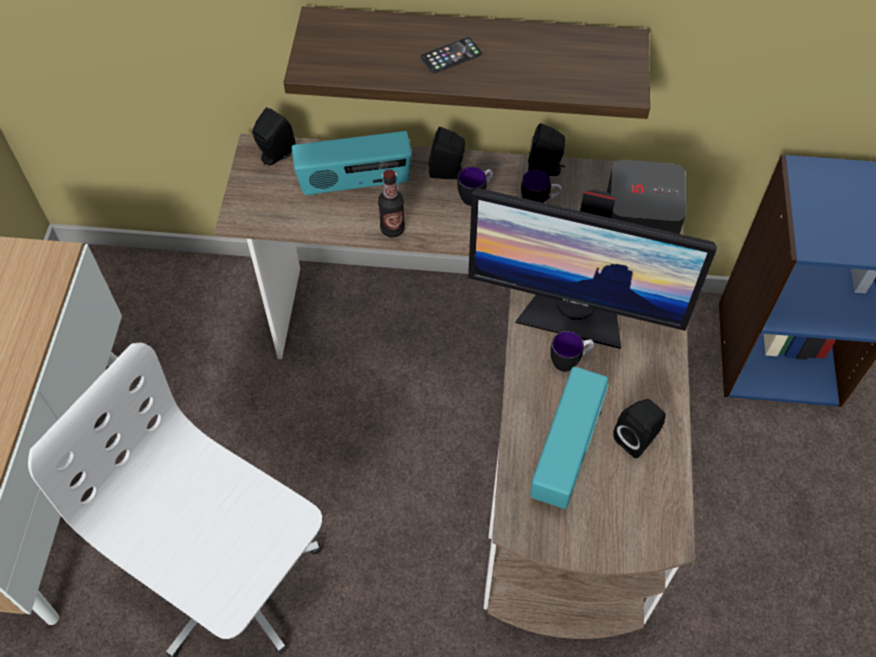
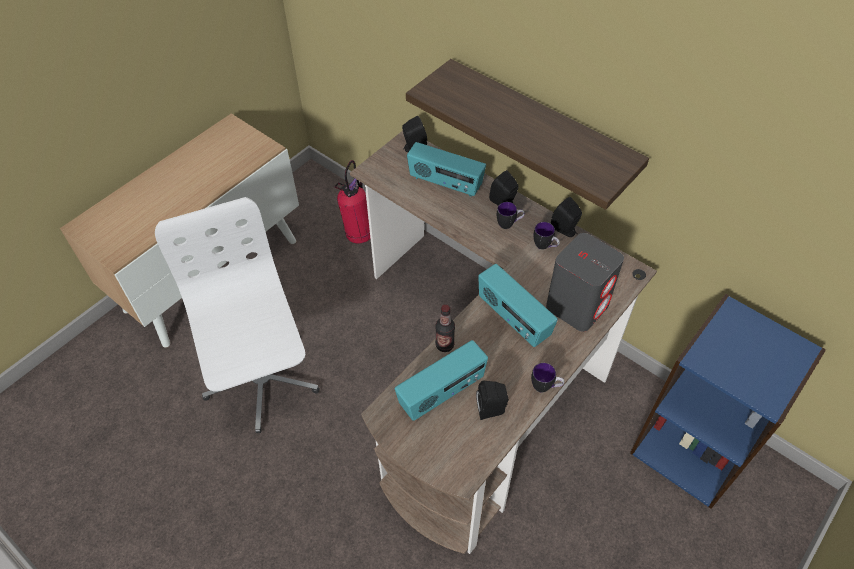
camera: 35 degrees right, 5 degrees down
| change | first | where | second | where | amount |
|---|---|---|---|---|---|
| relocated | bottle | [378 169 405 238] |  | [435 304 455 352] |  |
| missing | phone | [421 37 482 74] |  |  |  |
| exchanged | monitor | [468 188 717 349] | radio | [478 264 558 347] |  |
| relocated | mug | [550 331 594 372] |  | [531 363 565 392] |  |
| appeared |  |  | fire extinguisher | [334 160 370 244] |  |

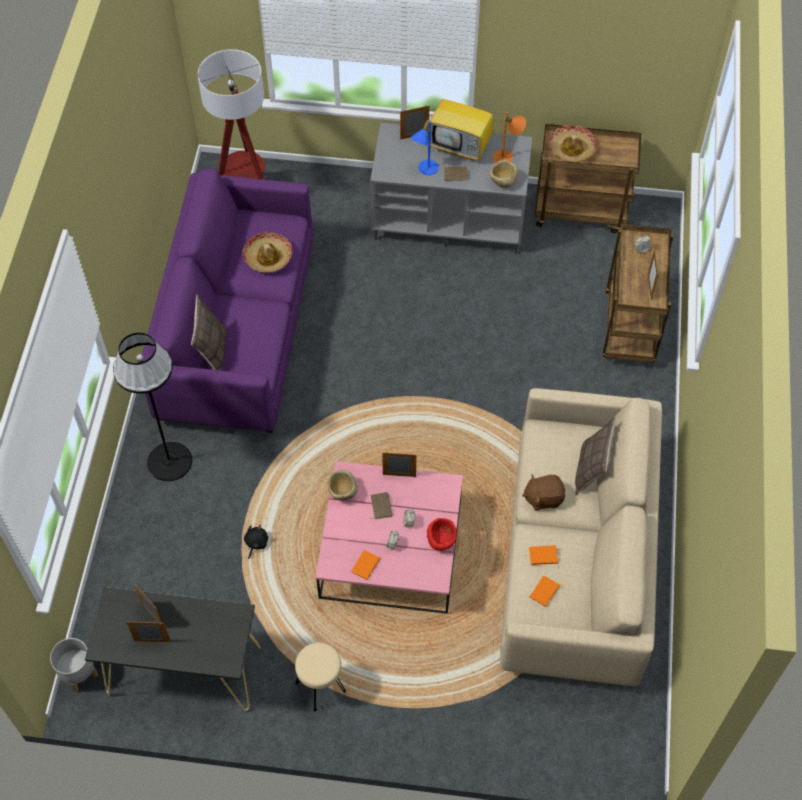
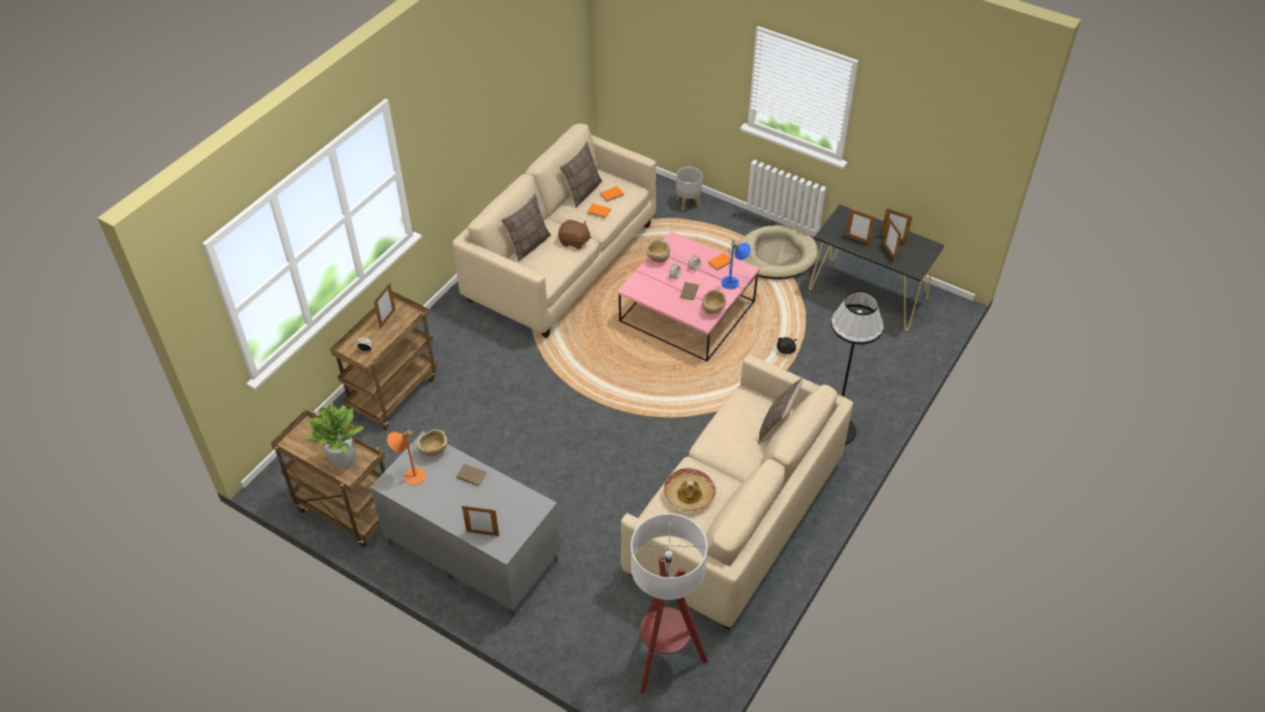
camera: 155 degrees left, 10 degrees down
| change | first | where | second | where | amount |
|---|---|---|---|---|---|
| relocated | planter/grey | [50 638 98 692] |  | [676 167 703 210] |  |
| colour | sofa/purple | [142 168 313 433] | sofa/beige | [621 355 853 630] |  |
| exchanged | stool/beige | [295 643 346 711] | dog bed/beige | [738 225 818 279] |  |
| relocated | picture frame | [382 453 416 477] |  | [845 209 876 244] |  |
| relocated | table lamp/blue | [410 120 439 175] |  | [721 240 751 289] |  |
| colour | bowl/red | [427 518 457 551] | bowl/beige | [647 239 670 262] |  |
| missing | television | [428 83 493 161] |  |  |  |
| exchanged | hat | [548 125 597 162] | potted plant | [306 403 364 469] |  |
| appeared |  |  | pillow | [560 141 602 208] |  |

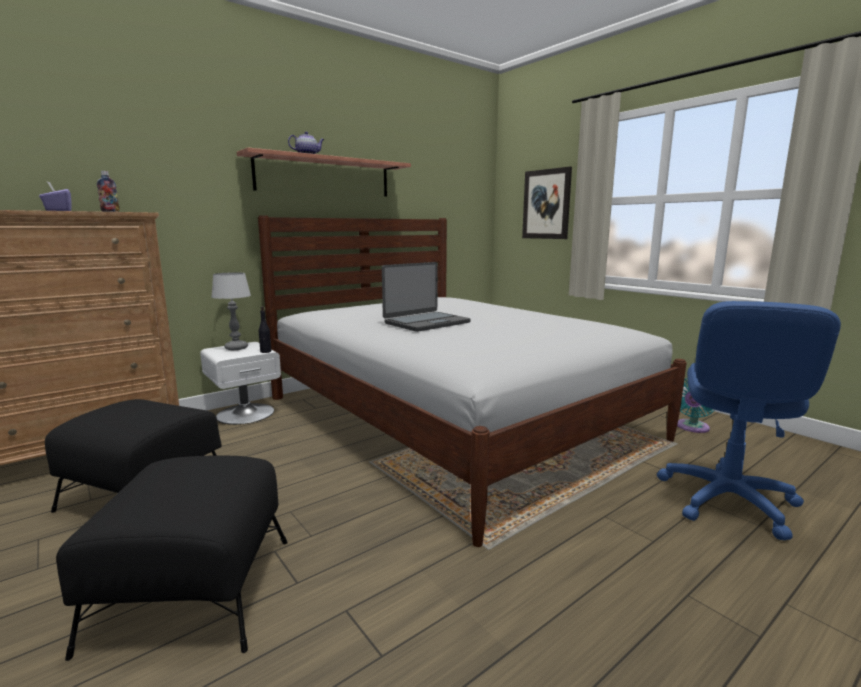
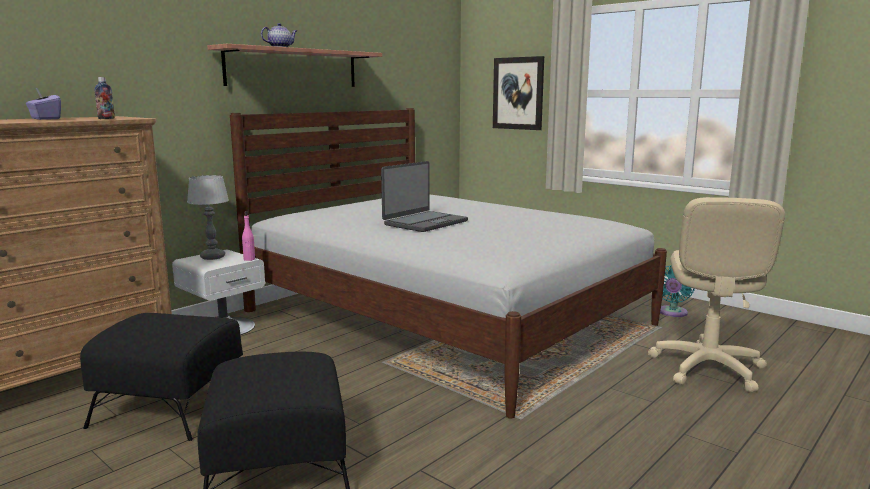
camera: 10 degrees left, 0 degrees up
| change | first | where | second | where | amount |
|---|---|---|---|---|---|
| colour | bottle/black | [259 306 271 353] | bottle/pink | [242 211 255 261] |  |
| colour | office chair/blue | [657 301 841 540] | office chair/beige | [648 197 785 392] |  |

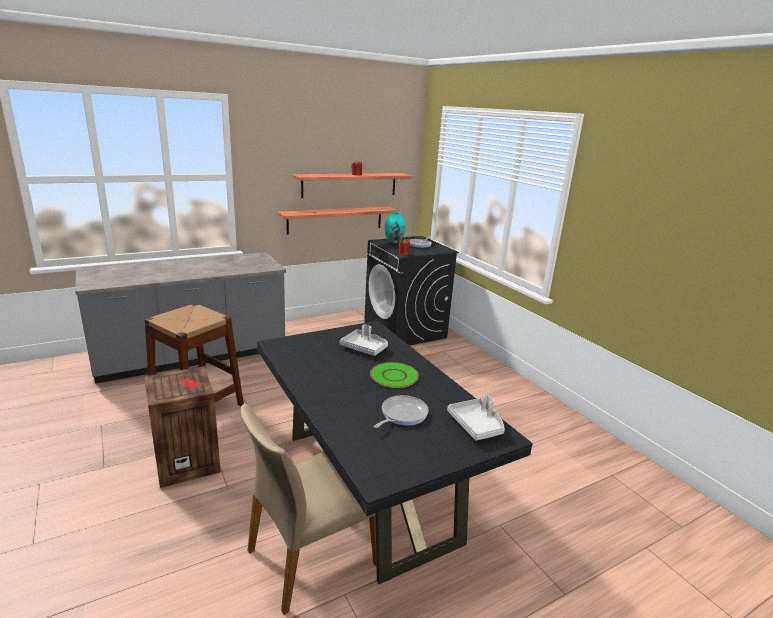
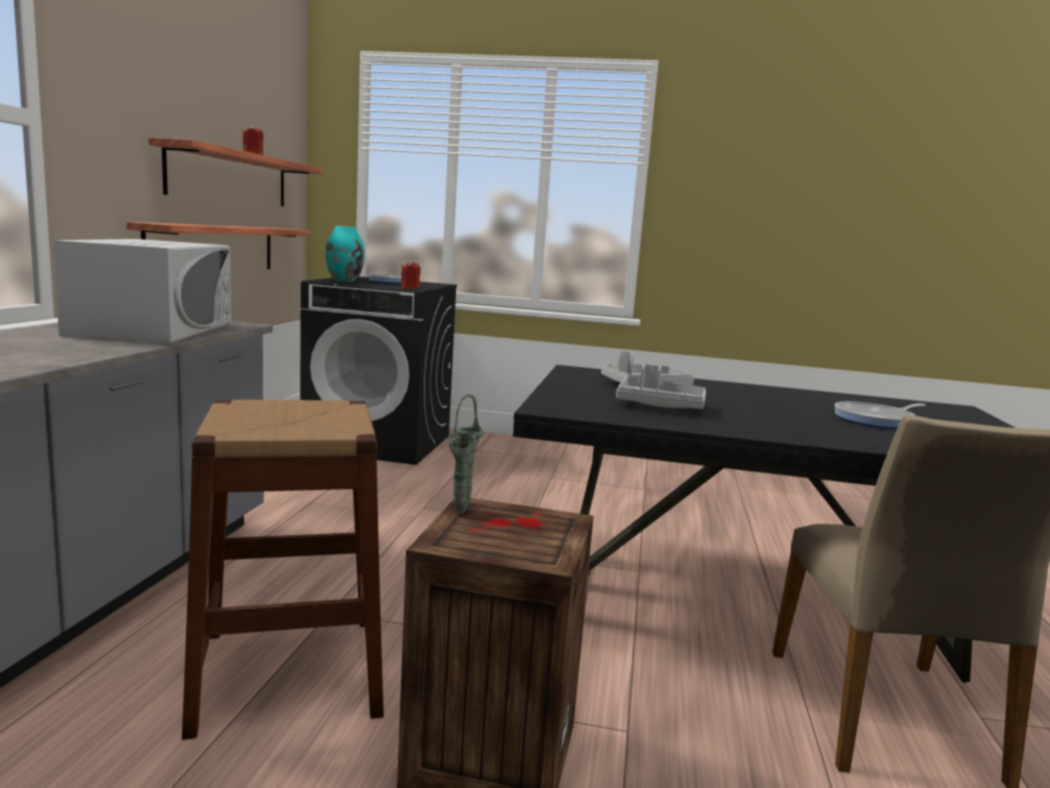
camera: 50 degrees left, 10 degrees down
| change | first | where | second | where | amount |
|---|---|---|---|---|---|
| missing | plate/green | [370 362 419 388] |  |  |  |
| spun | frying pan | [374 395 429 428] |  | [834 401 926 429] | 105 degrees counterclockwise |
| relocated | tray/grey | [447 395 505 441] |  | [616 364 706 409] |  |
| appeared |  |  | microwave/white | [53 239 231 343] |  |
| appeared |  |  | vase/green | [449 394 484 514] |  |

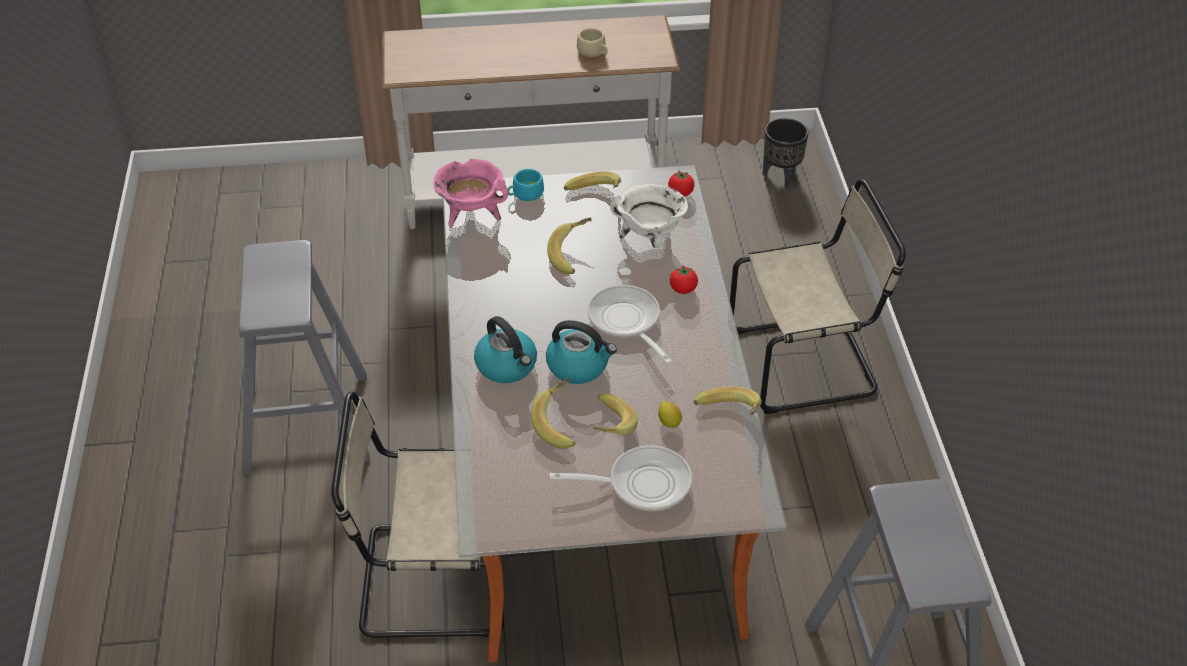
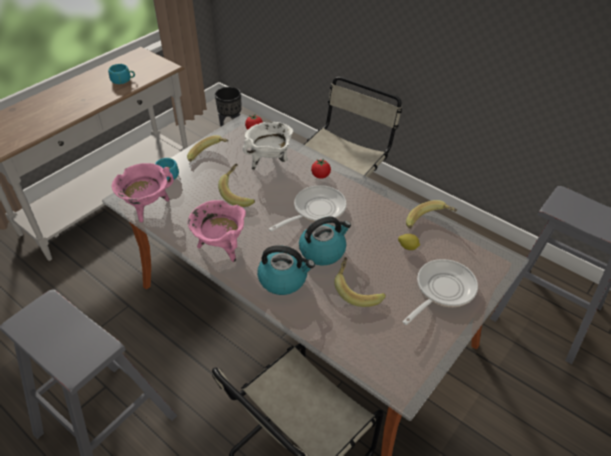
camera: 45 degrees left, 0 degrees up
| change | first | where | second | where | amount |
|---|---|---|---|---|---|
| colour | cup/beige | [577 28 608 57] | cup/turquoise | [108 64 135 84] |  |
| spun | frying pan | [588 285 672 364] |  | [269 185 347 232] | 120 degrees clockwise |
| missing | banana | [593 393 638 436] |  |  |  |
| appeared |  |  | cooking pot/pink | [187 200 246 262] |  |

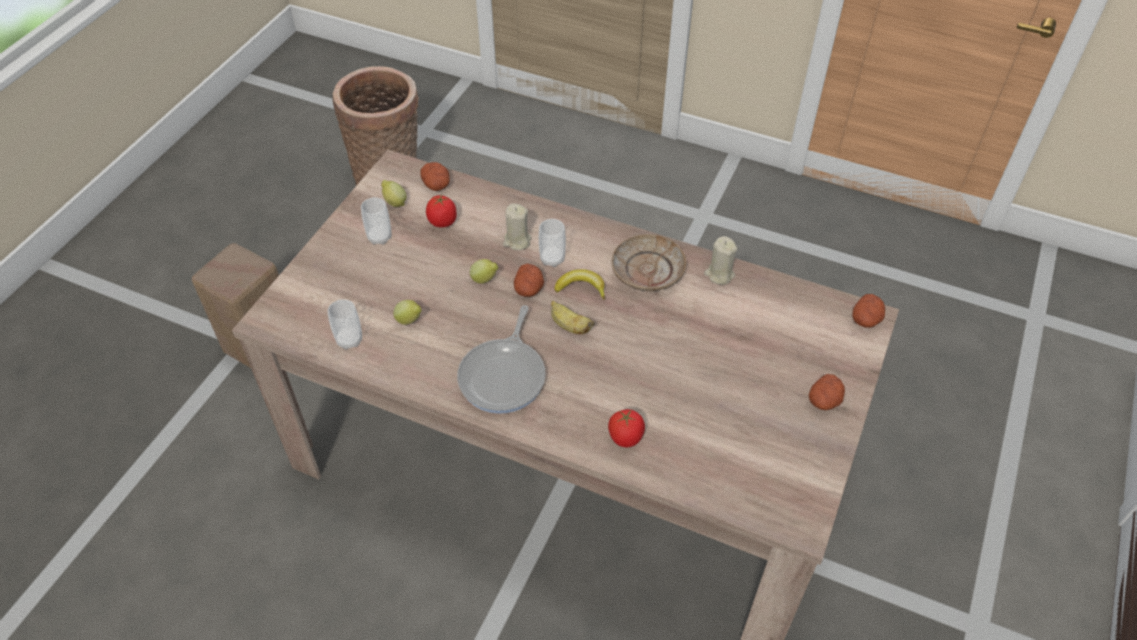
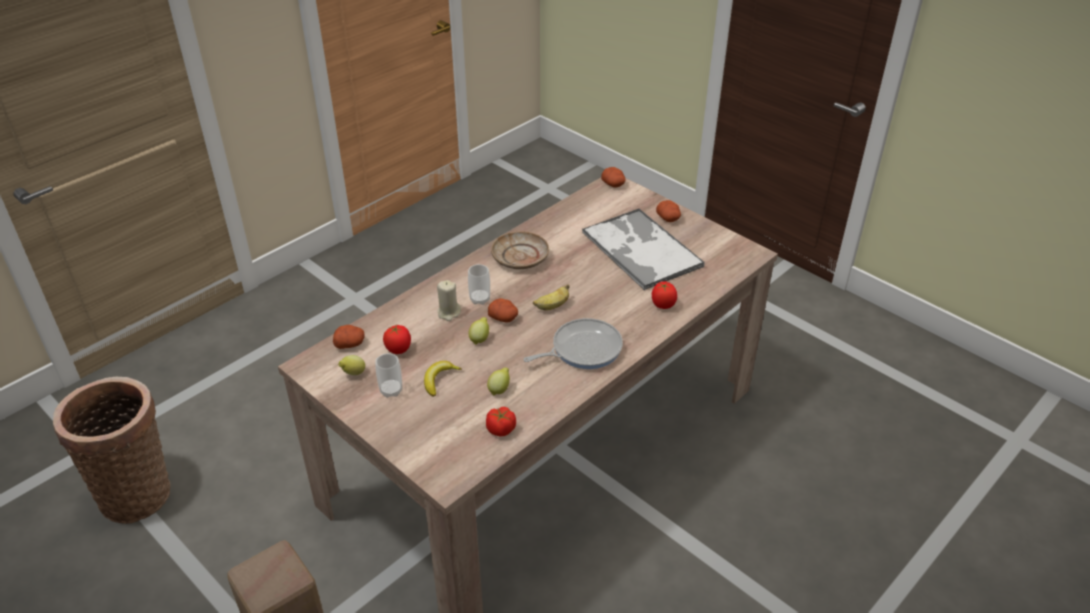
camera: 70 degrees left, 10 degrees down
| change | first | where | second | where | amount |
|---|---|---|---|---|---|
| exchanged | cup | [328 299 362 350] | tomato | [486 407 516 437] |  |
| spun | frying pan | [457 305 546 414] |  | [524 318 623 369] | 60 degrees counterclockwise |
| relocated | banana | [555 269 605 300] |  | [424 361 462 397] |  |
| missing | candle/beige | [704 236 738 285] |  |  |  |
| appeared |  |  | tray | [582 208 705 291] |  |

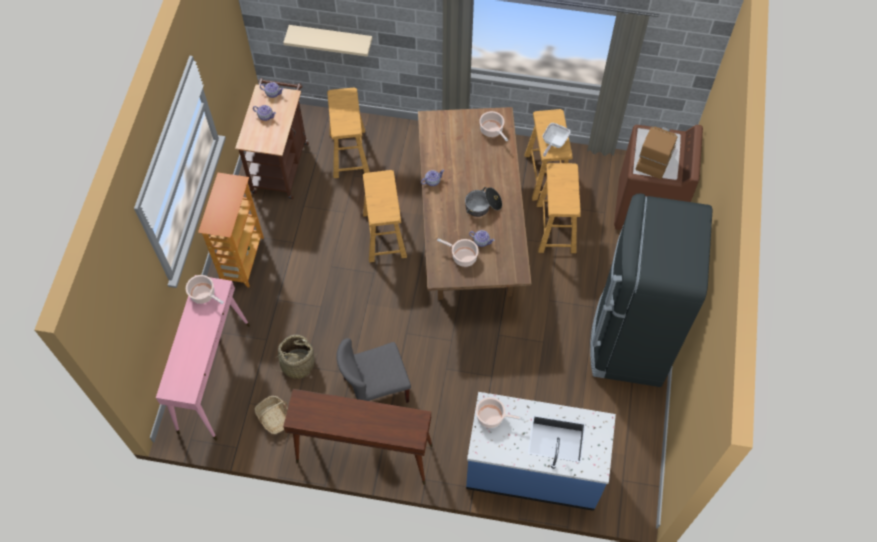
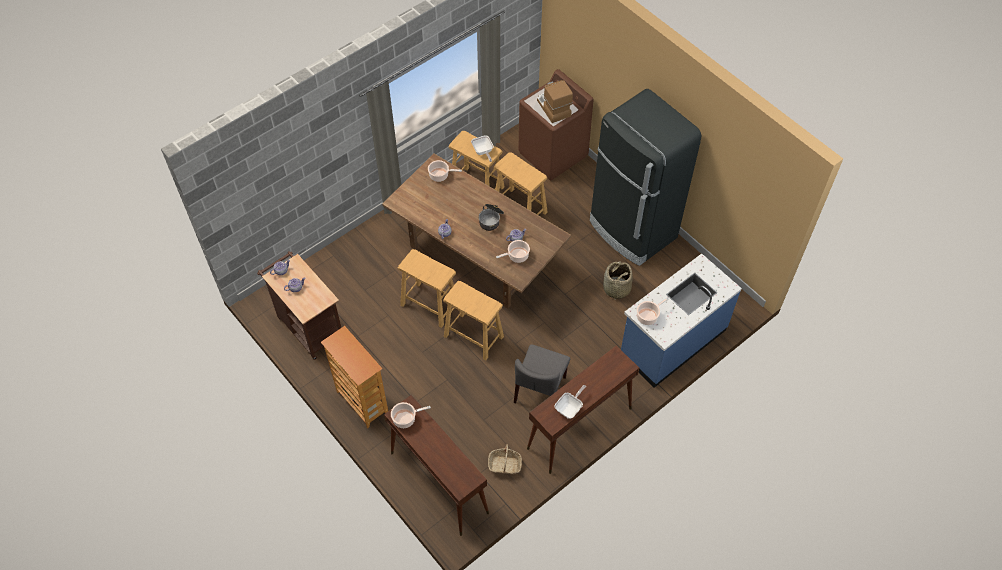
camera: 50 degrees left, 5 degrees down
| change | first | where | second | where | amount |
|---|---|---|---|---|---|
| colour | console table/pink | [156 275 250 441] | console table/brown | [384 395 489 536] |  |
| relocated | basket | [274 335 317 379] |  | [603 261 633 301] |  |
| missing | shelf/beige | [283 25 372 57] |  |  |  |
| relocated | stool/beige | [327 87 370 178] |  | [443 281 504 361] |  |
| appeared |  |  | frying pan | [555 385 586 419] |  |

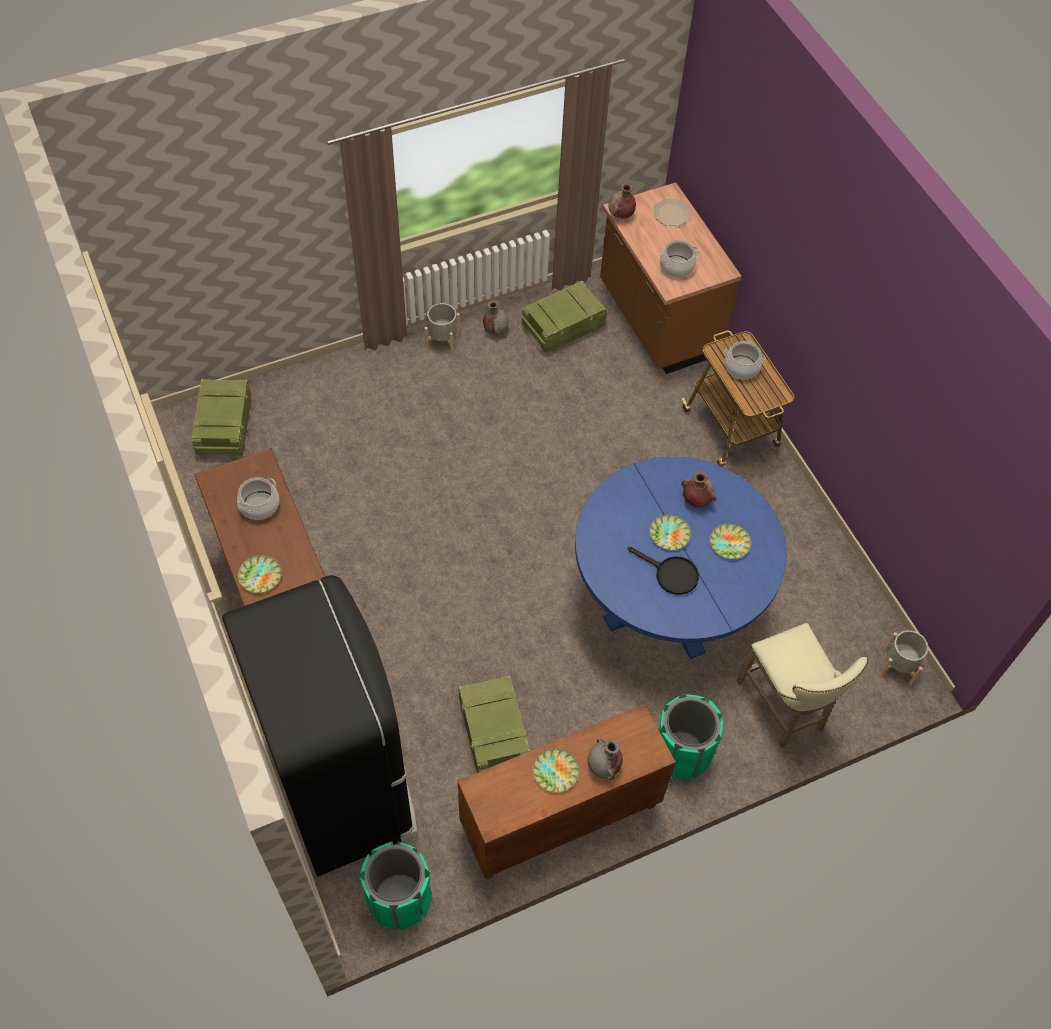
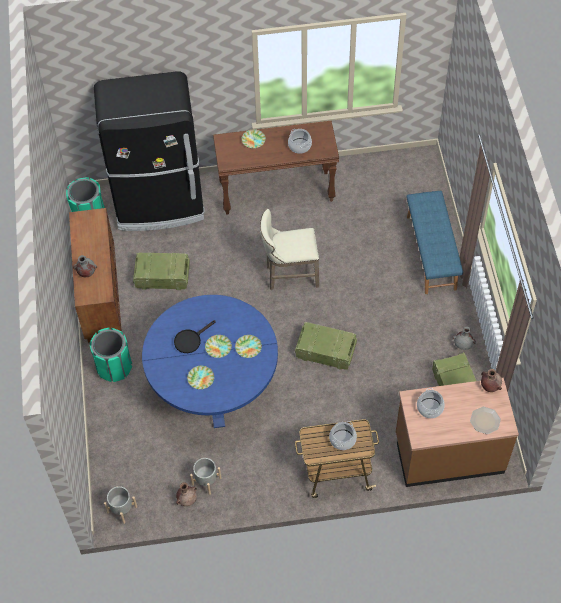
camera: 110 degrees right, 0 degrees up
| change | first | where | second | where | amount |
|---|---|---|---|---|---|
| relocated | crate | [192 379 251 456] |  | [295 322 357 370] |  |
| relocated | planter/grey | [424 303 460 354] |  | [190 458 221 495] |  |
| relocated | plate | [533 748 579 792] |  | [235 335 262 358] |  |
| relocated | vase/brown | [681 471 716 508] |  | [176 482 197 506] |  |
| relocated | stool/beige | [736 623 868 748] |  | [260 209 319 290] |  |
| appeared |  |  | bench/blue | [406 191 463 294] |  |

